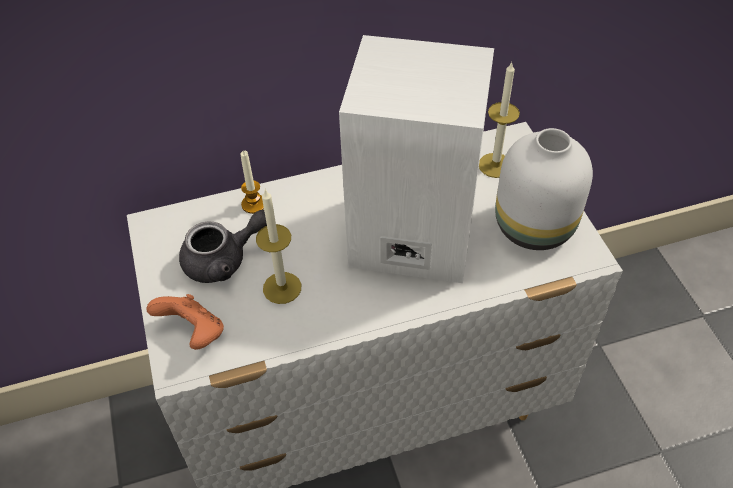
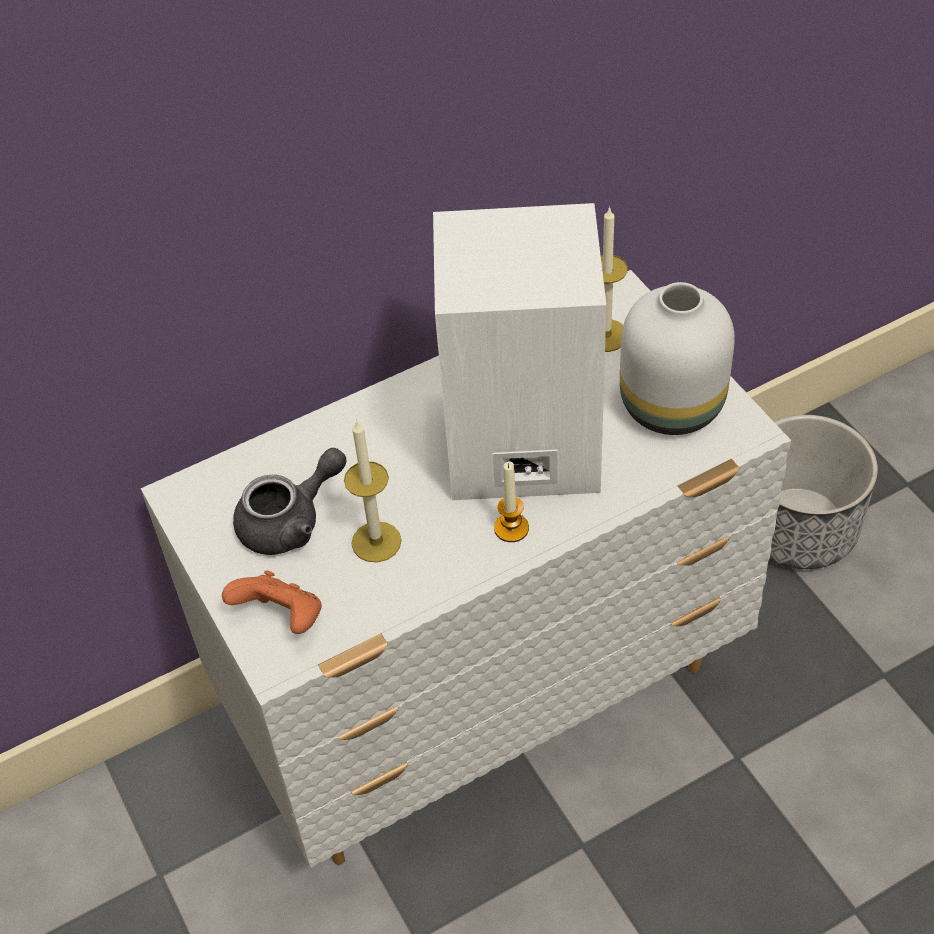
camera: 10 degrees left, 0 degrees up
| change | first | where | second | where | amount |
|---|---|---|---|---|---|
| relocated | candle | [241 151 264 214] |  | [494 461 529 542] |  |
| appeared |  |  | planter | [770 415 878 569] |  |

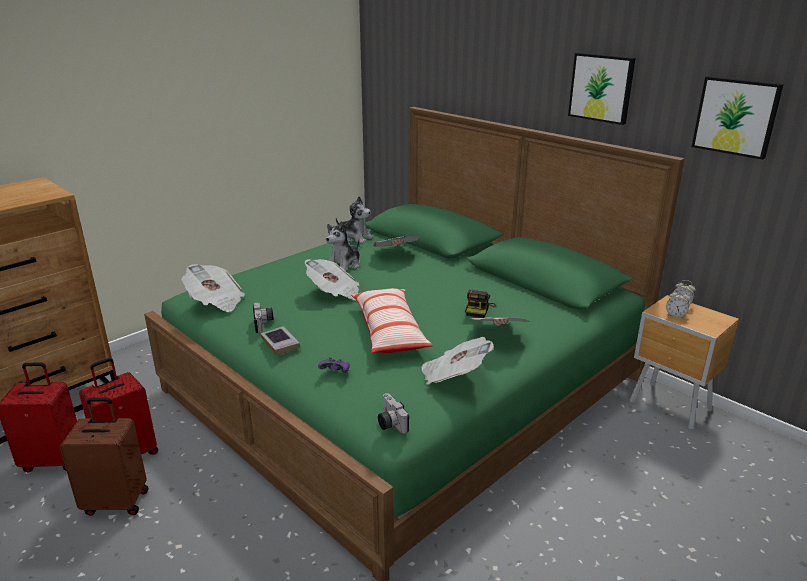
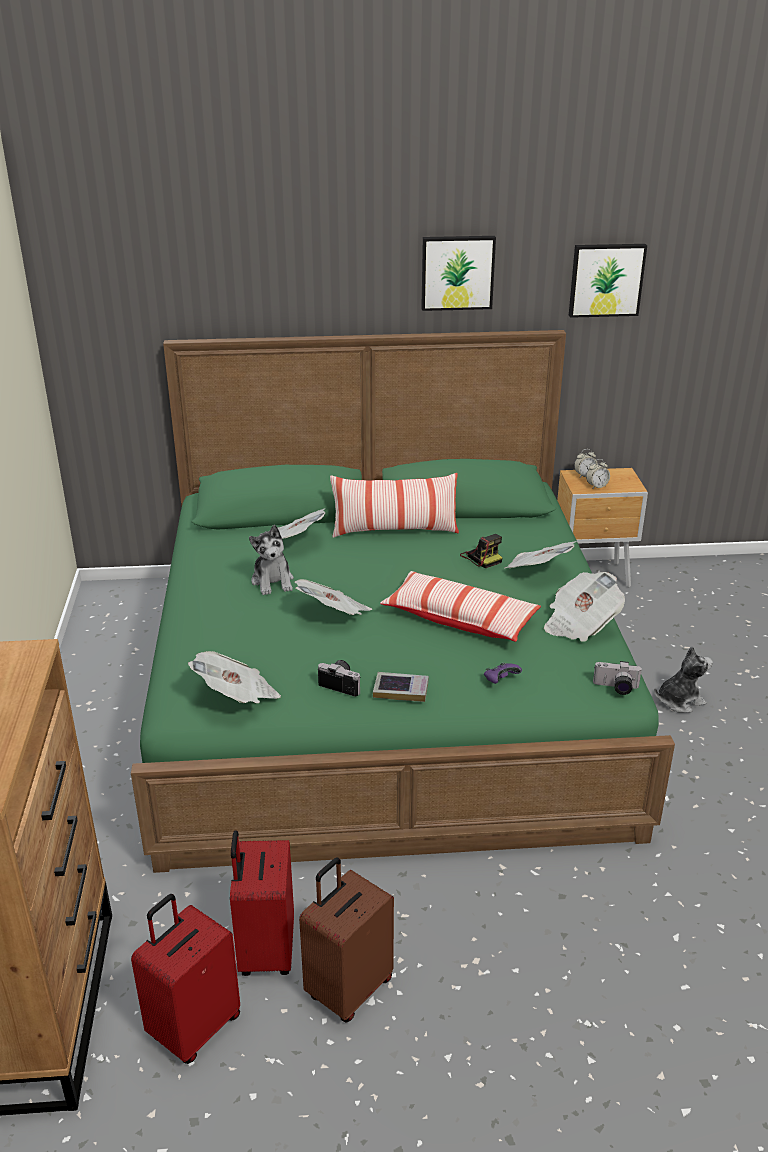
camera: 50 degrees left, 5 degrees up
| change | first | where | second | where | amount |
|---|---|---|---|---|---|
| relocated | plush toy | [336 196 373 244] |  | [654 646 713 713] |  |
| appeared |  |  | pillow | [330 473 459 538] |  |

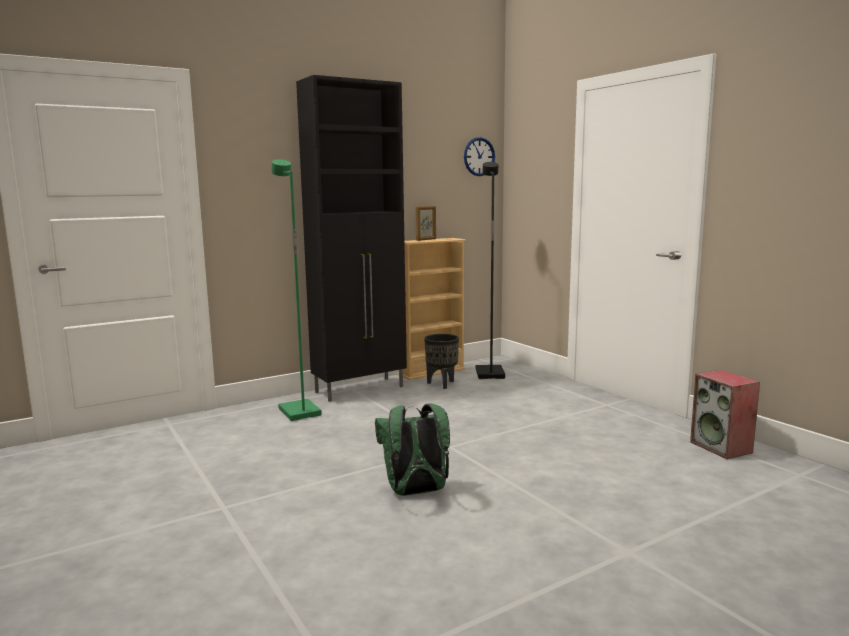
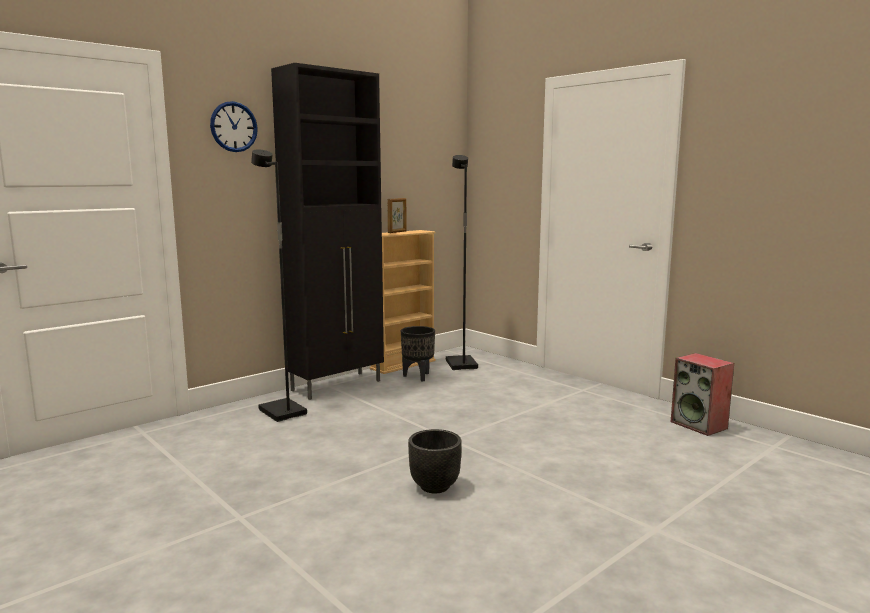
camera: 10 degrees left, 0 degrees up
| change | first | where | second | where | amount |
|---|---|---|---|---|---|
| colour | floor lamp/green | [271 159 322 421] | floor lamp/black | [251 149 307 422] |  |
| exchanged | backpack/green | [375 403 450 496] | planter/black | [408 429 462 493] |  |
| relocated | wall clock | [464 137 495 176] |  | [210 101 258 152] |  |

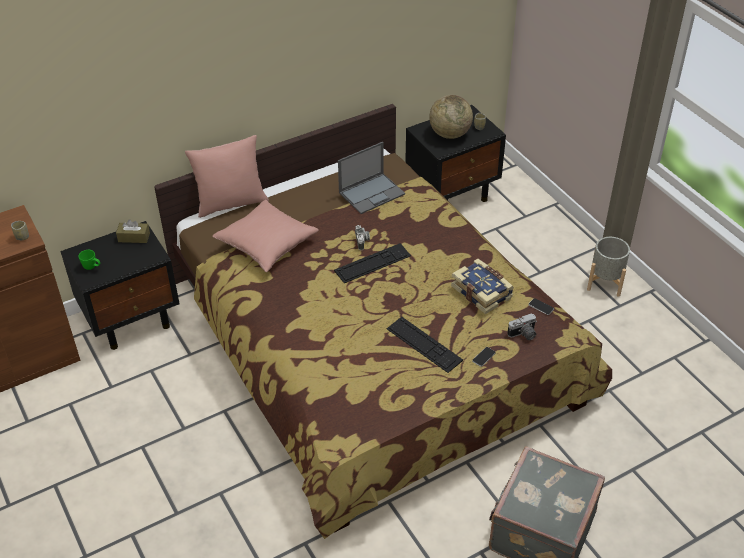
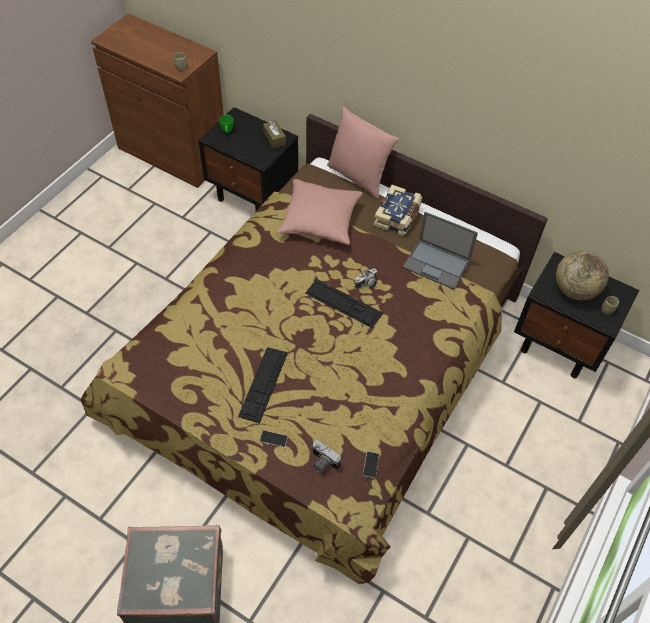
camera: 60 degrees right, 10 degrees up
| change | first | where | second | where | amount |
|---|---|---|---|---|---|
| relocated | book | [451 259 514 314] |  | [374 185 422 236] |  |
| missing | planter/grey | [587 237 630 297] |  |  |  |

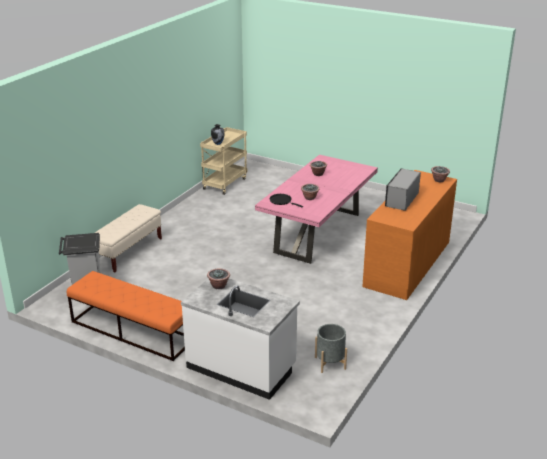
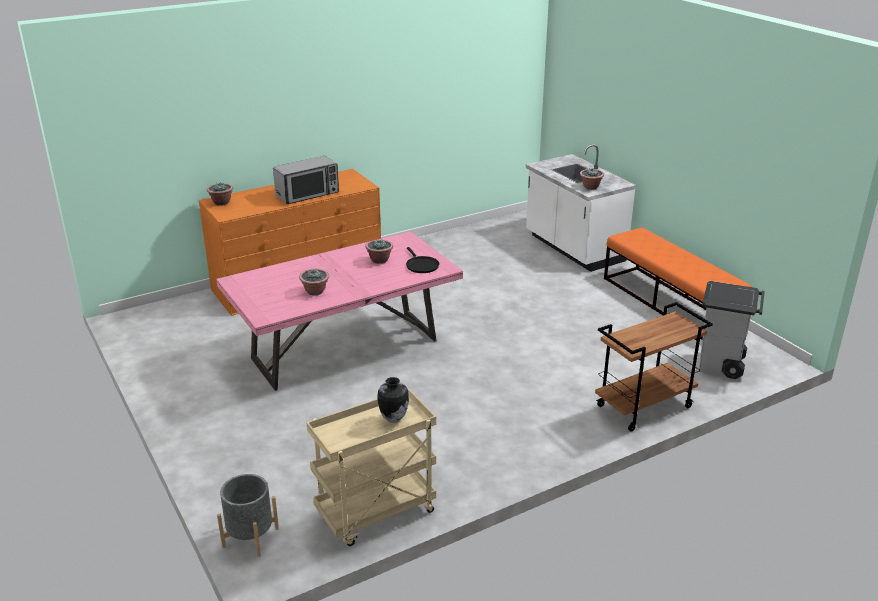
camera: 150 degrees left, 0 degrees up
| change | first | where | second | where | amount |
|---|---|---|---|---|---|
| exchanged | bench/beige | [95 204 162 272] | cart/brown | [595 302 713 432] |  |
| relocated | planter/grey | [315 324 347 373] |  | [217 474 279 557] |  |

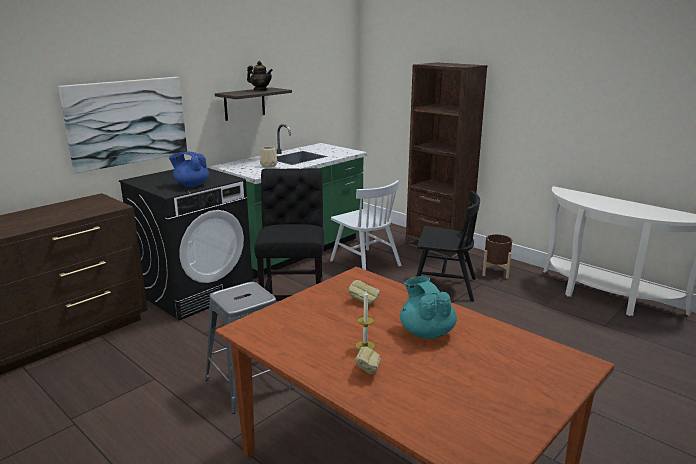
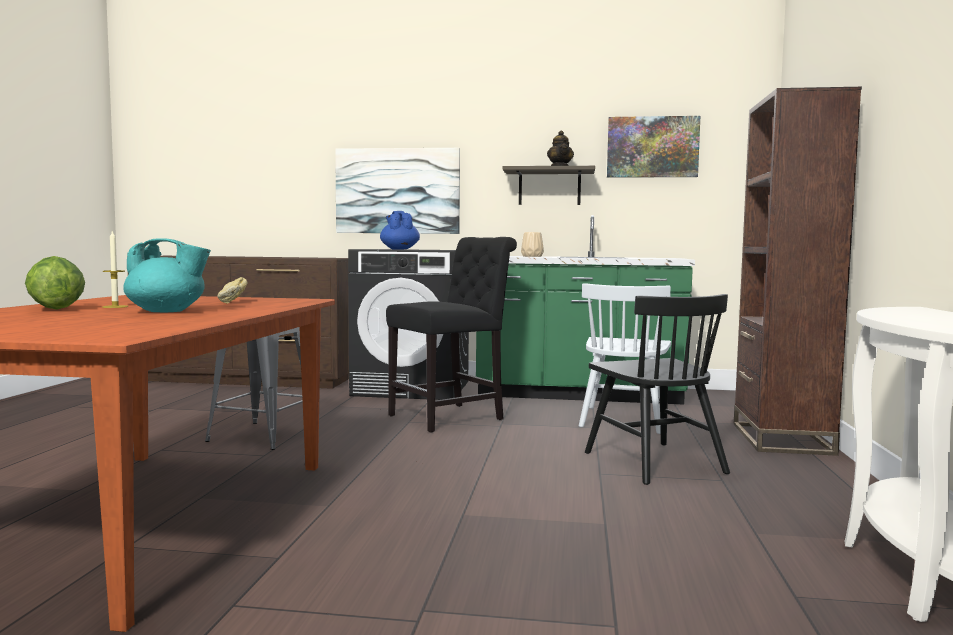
camera: 55 degrees right, 15 degrees down
| change | first | where | second | where | amount |
|---|---|---|---|---|---|
| exchanged | bread | [355 346 381 375] | lettuce | [25 256 85 310] |  |
| spun | teapot/turquoise | [400 276 457 339] |  | [123 238 211 312] | 60 degrees clockwise |
| missing | planter/brown | [482 234 512 279] |  |  |  |
| appeared |  |  | picture | [607 116 700 177] |  |

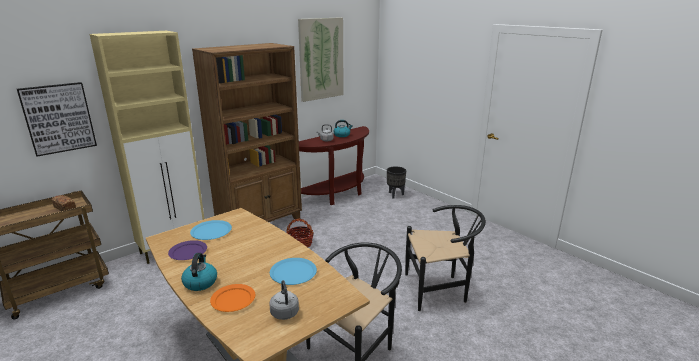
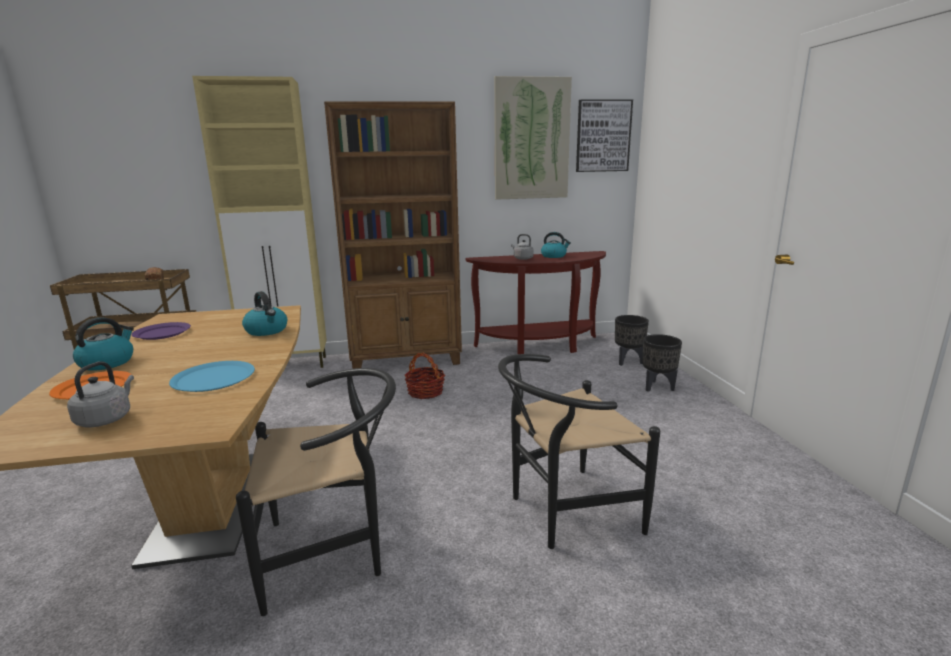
camera: 30 degrees right, 5 degrees down
| change | first | where | second | where | amount |
|---|---|---|---|---|---|
| relocated | picture | [17 82 97 157] |  | [576 99 633 172] |  |
| missing | plate/blue | [190 220 232 240] |  |  |  |
| spun | chair/black | [405 205 486 311] |  | [498 354 660 549] | 135 degrees clockwise |
| appeared |  |  | kettle | [242 291 287 336] |  |
| appeared |  |  | planter/black | [642 334 682 392] |  |

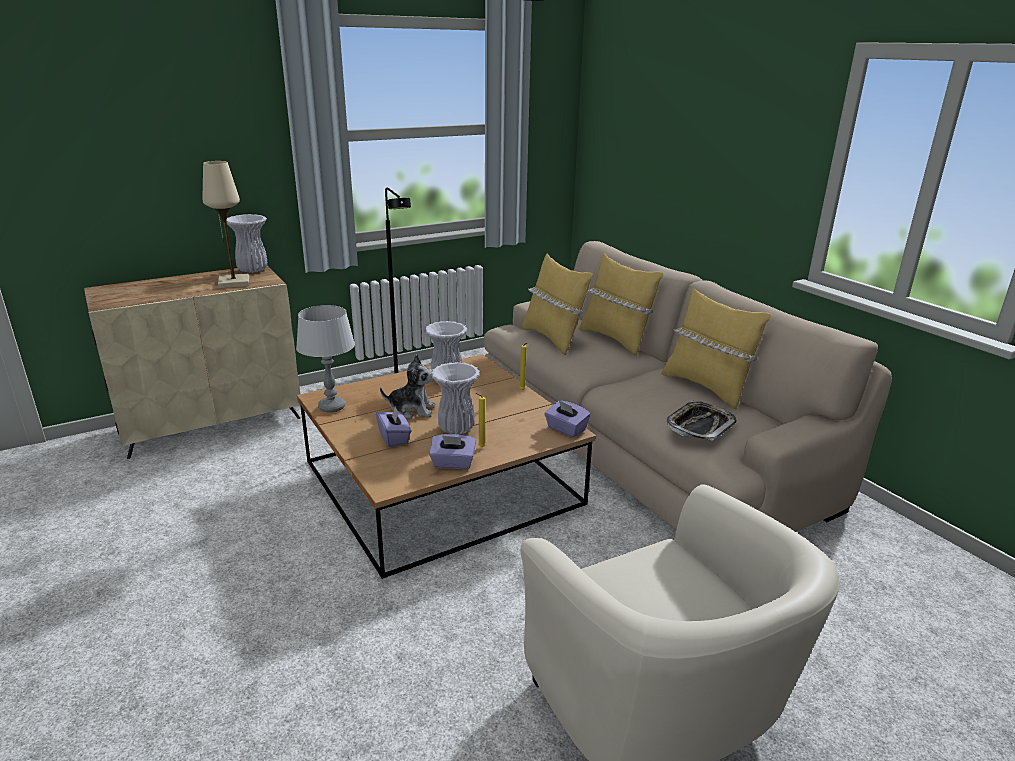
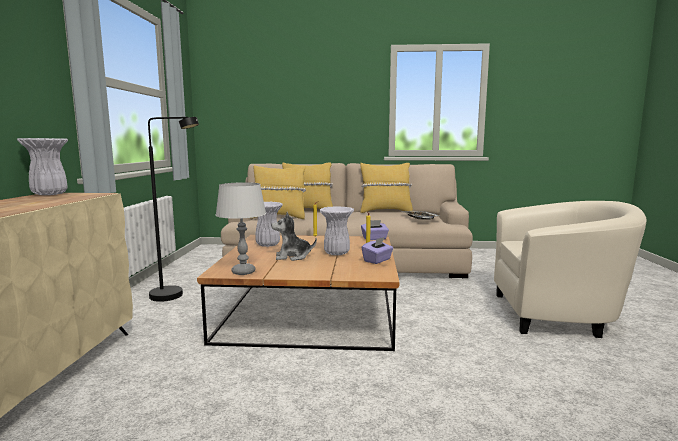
camera: 55 degrees left, 15 degrees down
| change | first | where | second | where | amount |
|---|---|---|---|---|---|
| missing | table lamp/beige | [203 161 249 288] |  |  |  |
| missing | tissue box/purple | [376 406 411 447] |  |  |  |
| spun | plush toy | [380 354 435 419] |  | [271 212 317 261] | 135 degrees counterclockwise |

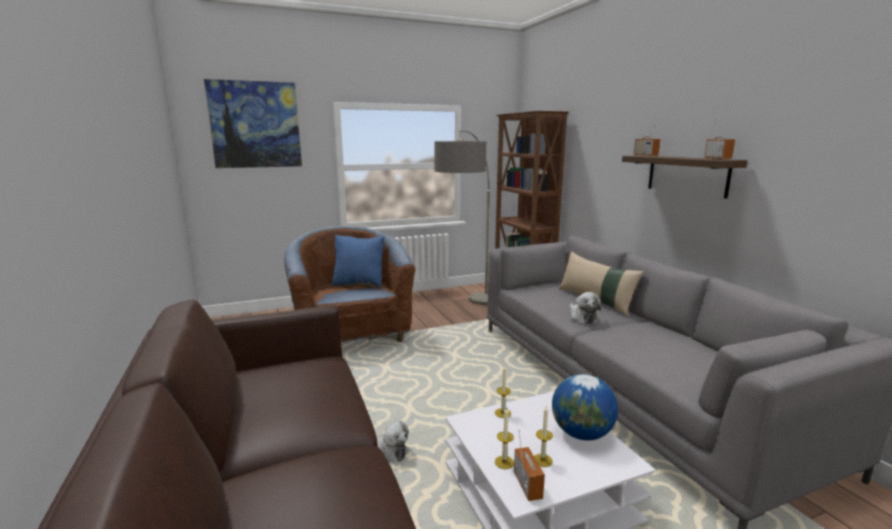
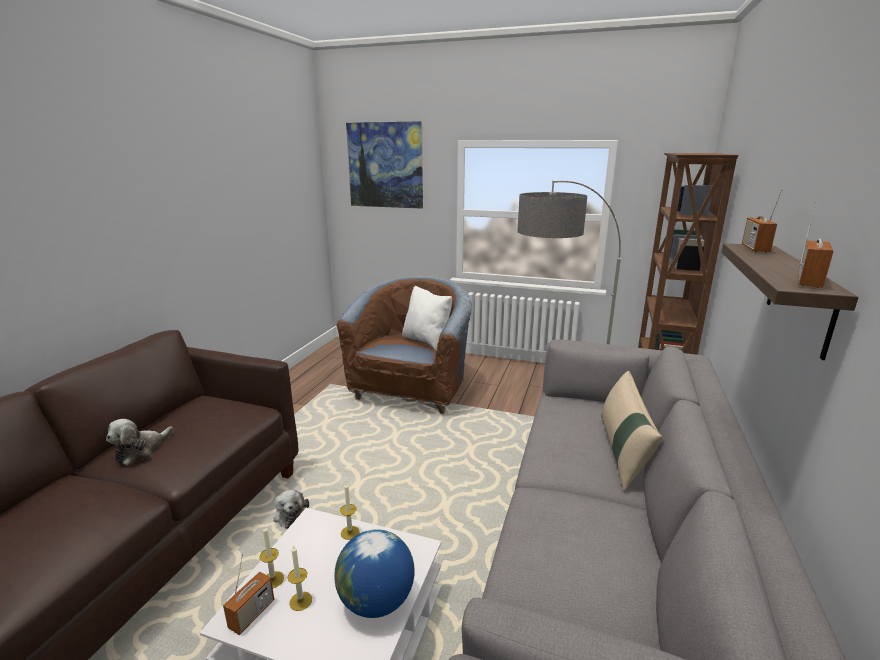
camera: 40 degrees right, 5 degrees up
| change | first | where | second | where | amount |
|---|---|---|---|---|---|
| colour | pillow/blue | [332 235 384 288] | pillow/white | [402 286 452 351] |  |
| relocated | plush toy | [570 292 601 324] |  | [106 419 174 465] |  |

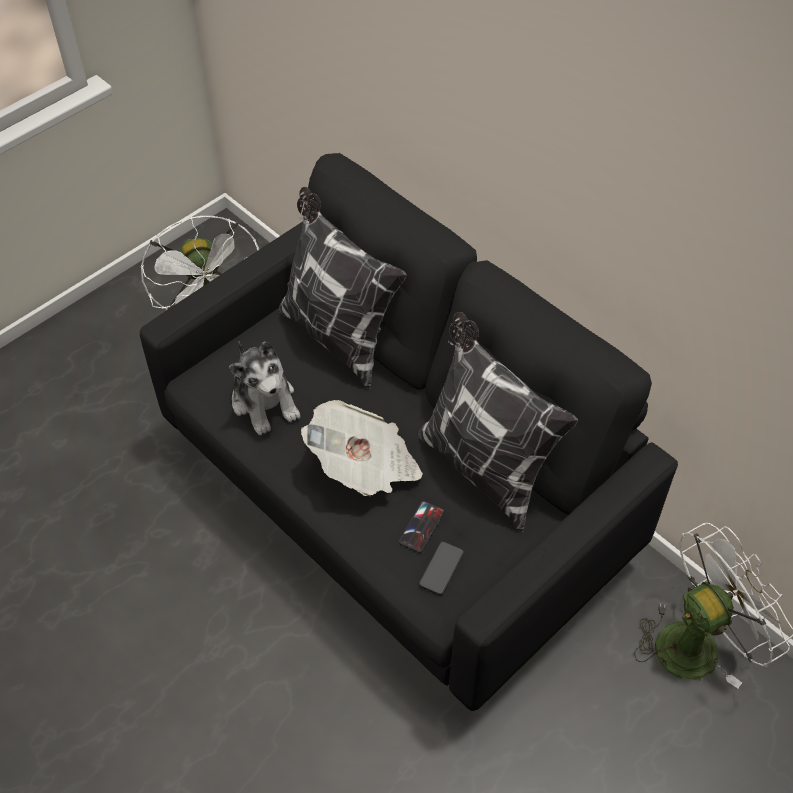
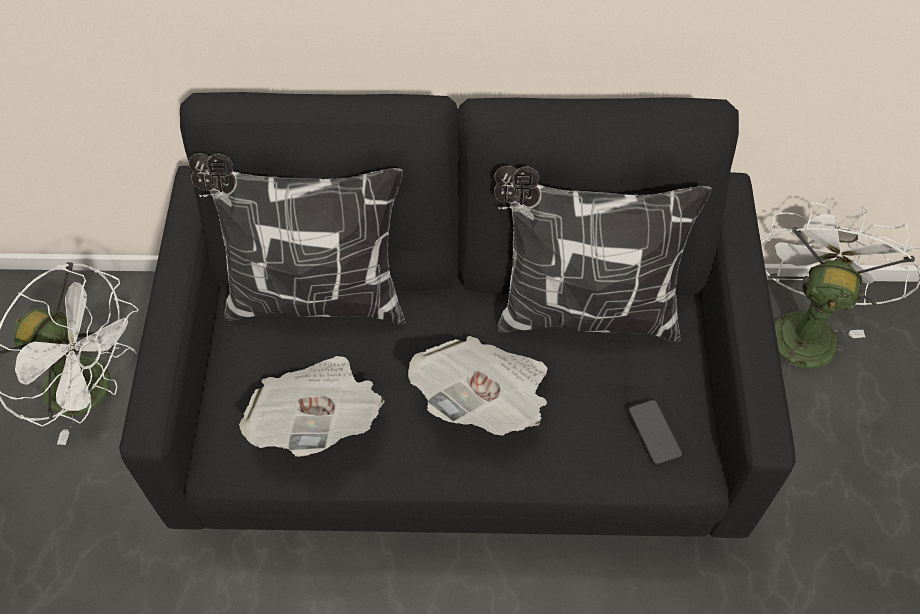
camera: 45 degrees left, 5 degrees up
| change | first | where | second | where | amount |
|---|---|---|---|---|---|
| exchanged | plush toy | [229 341 300 435] | newspaper | [239 356 385 457] |  |
| missing | phone | [399 501 444 553] |  |  |  |

